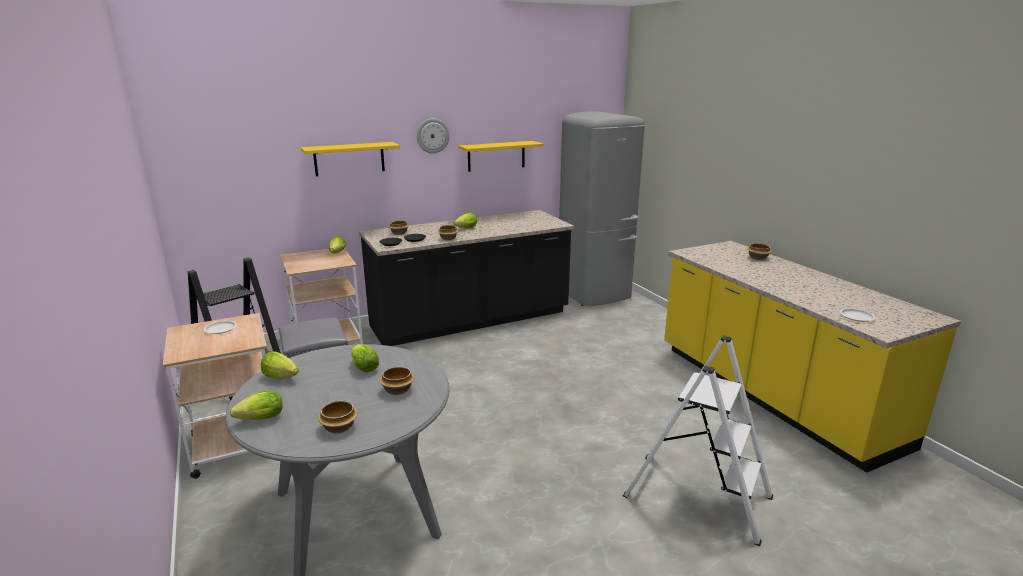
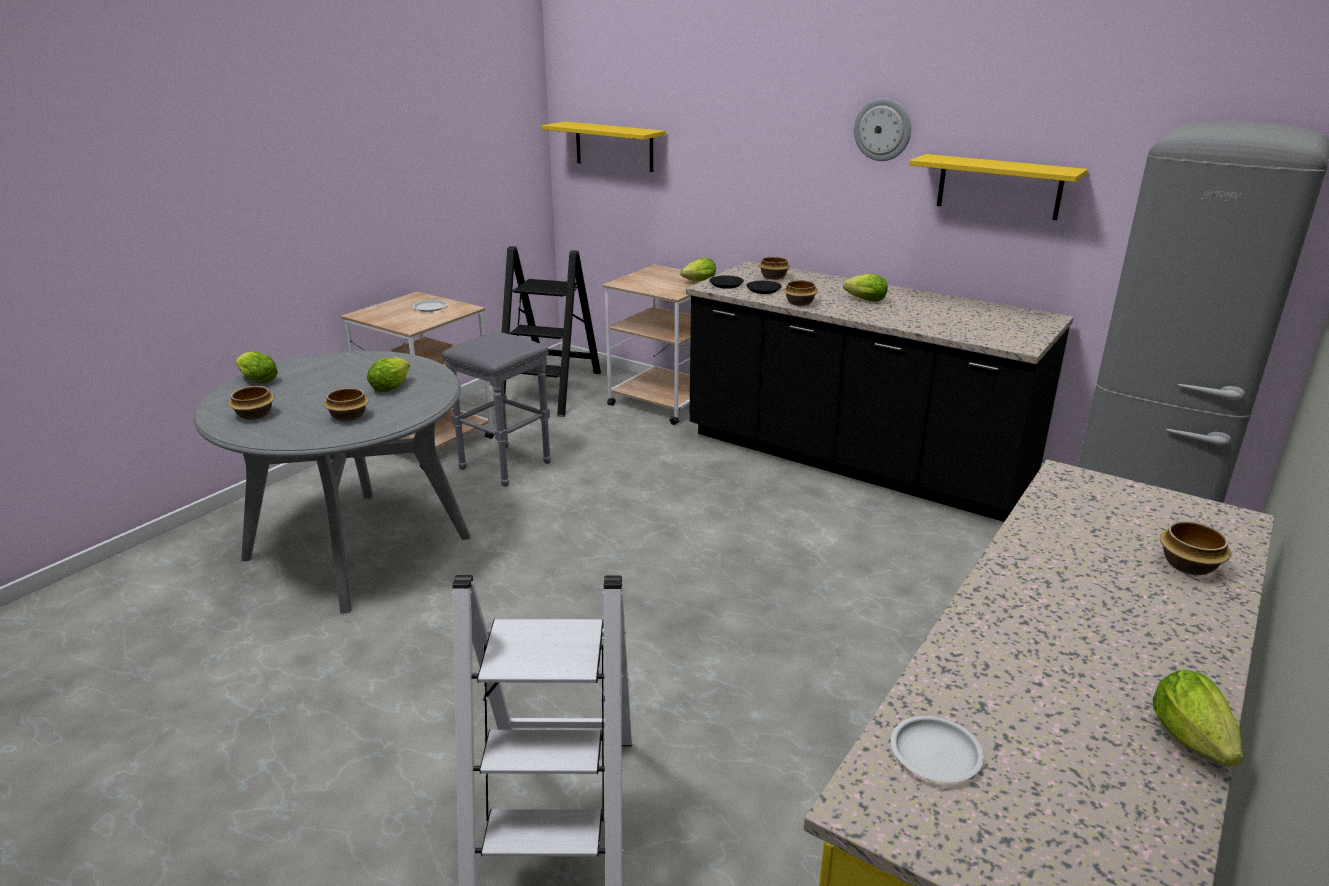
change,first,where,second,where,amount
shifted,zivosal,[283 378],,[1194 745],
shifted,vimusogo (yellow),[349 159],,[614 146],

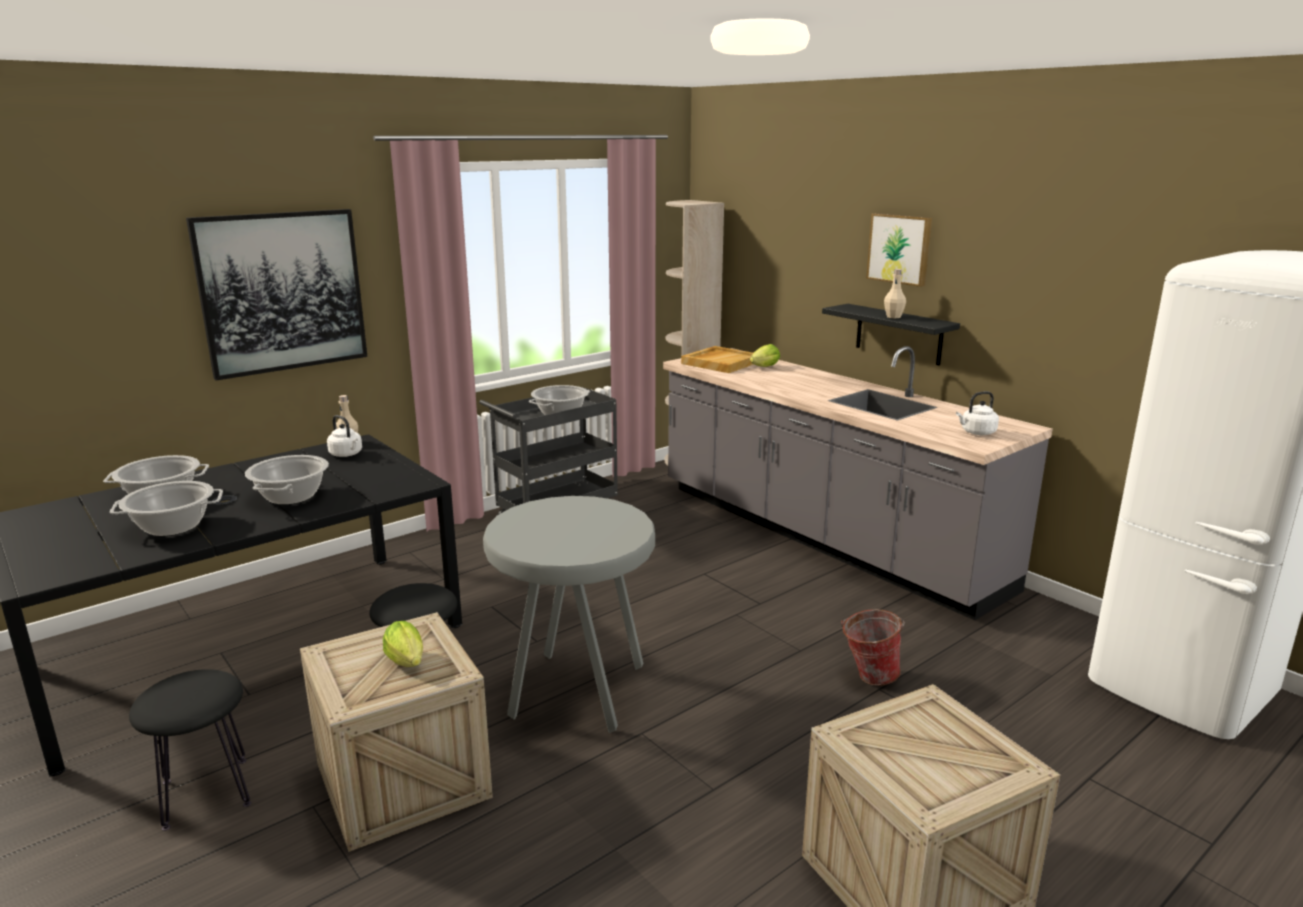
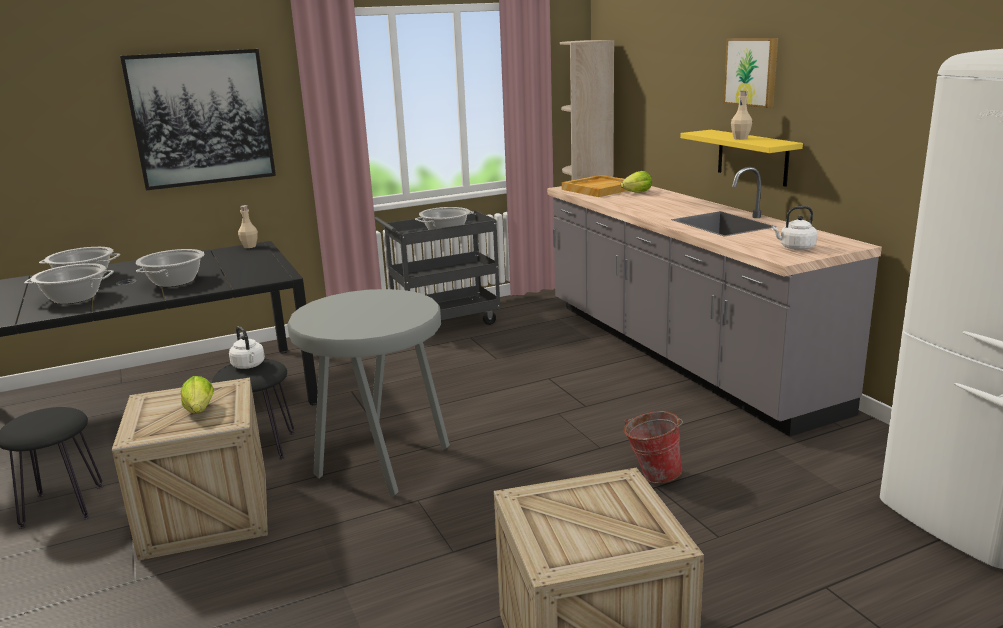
change,first,where,second,where,amount
shifted,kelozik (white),[347 454],,[249 366],
repainted,vimusogo (black),[898 334],vimusogo (yellow),[752 157],

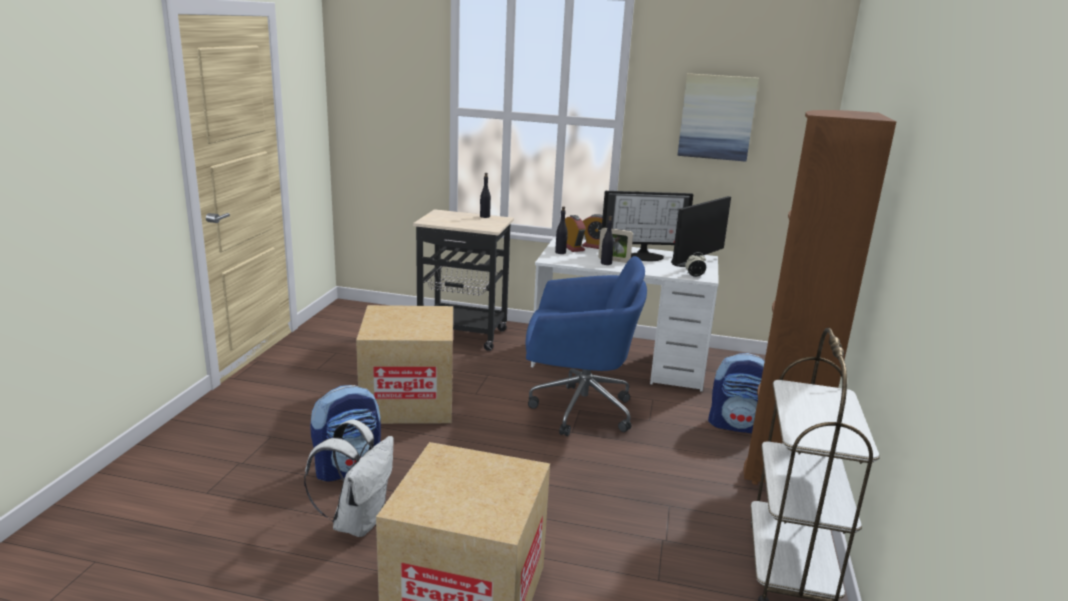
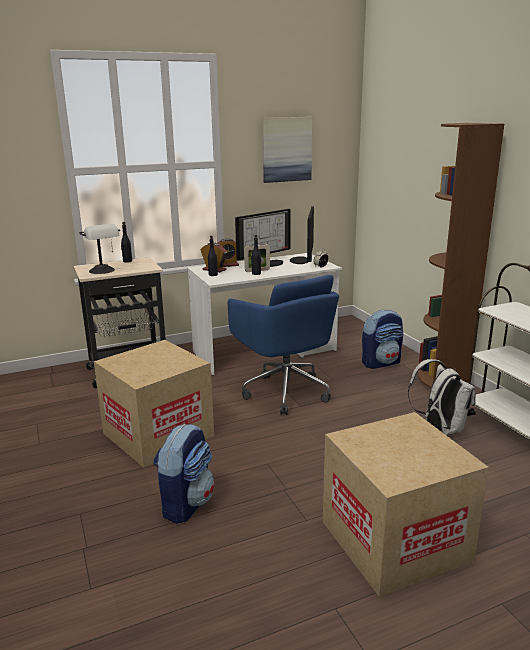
change,first,where,second,where,amount
shifted,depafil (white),[358 521],,[440 428],
rotated,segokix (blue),[577 411],,[283 391],90 degrees clockwise
new,,,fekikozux,[104 271],

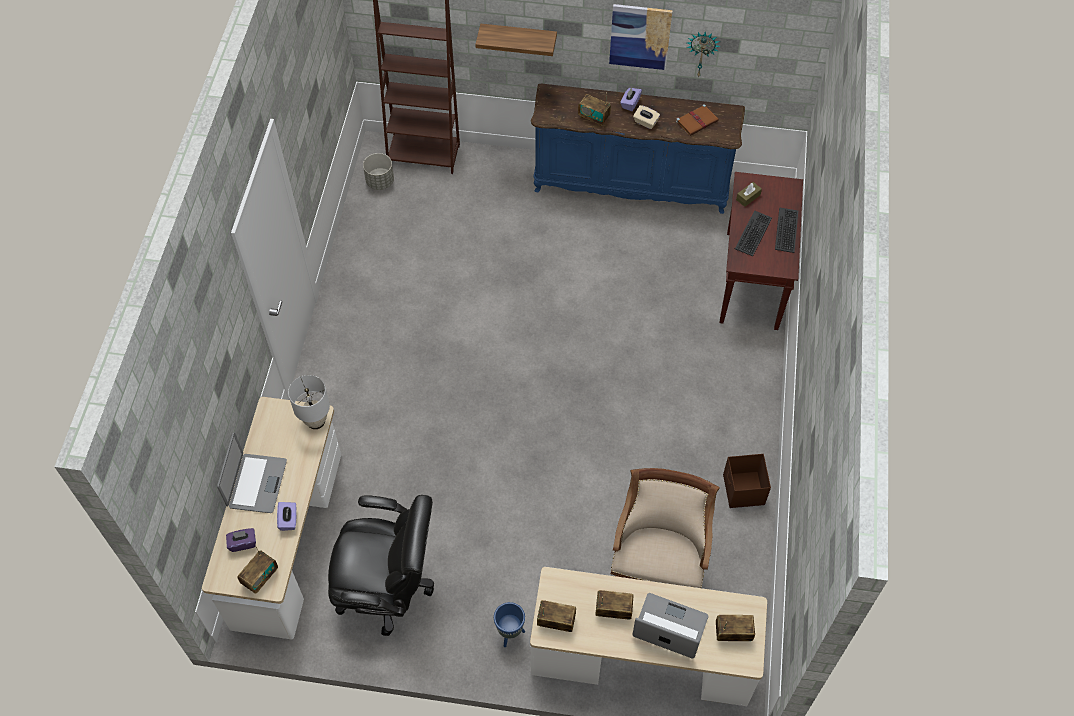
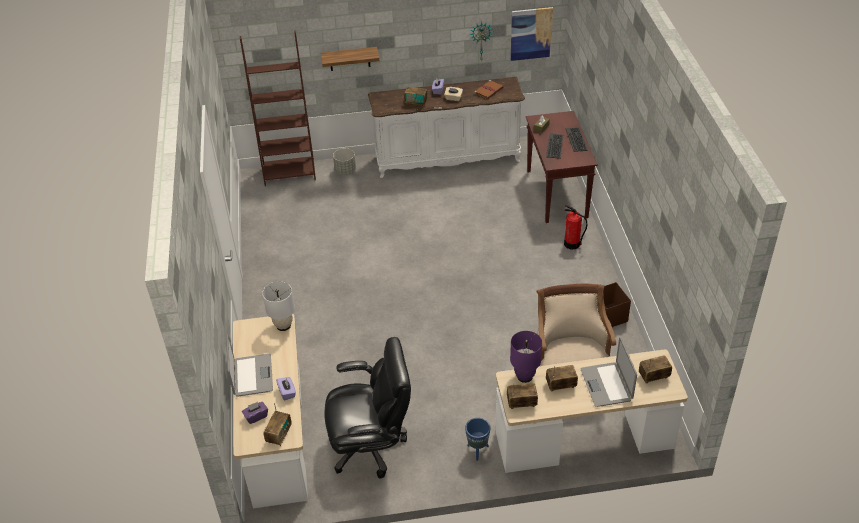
change,first,where,second,where,amount
shifted,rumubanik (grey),[380 181],,[345 170],
repainted,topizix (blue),[631 185],topizix (white),[448 159],
shifted,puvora,[640 36],,[531 33],
rotated,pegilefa,[670 627],,[606 385],105 degrees counterclockwise
new,,,fekikozux (purple),[525 376],
new,,,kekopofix,[572 244],

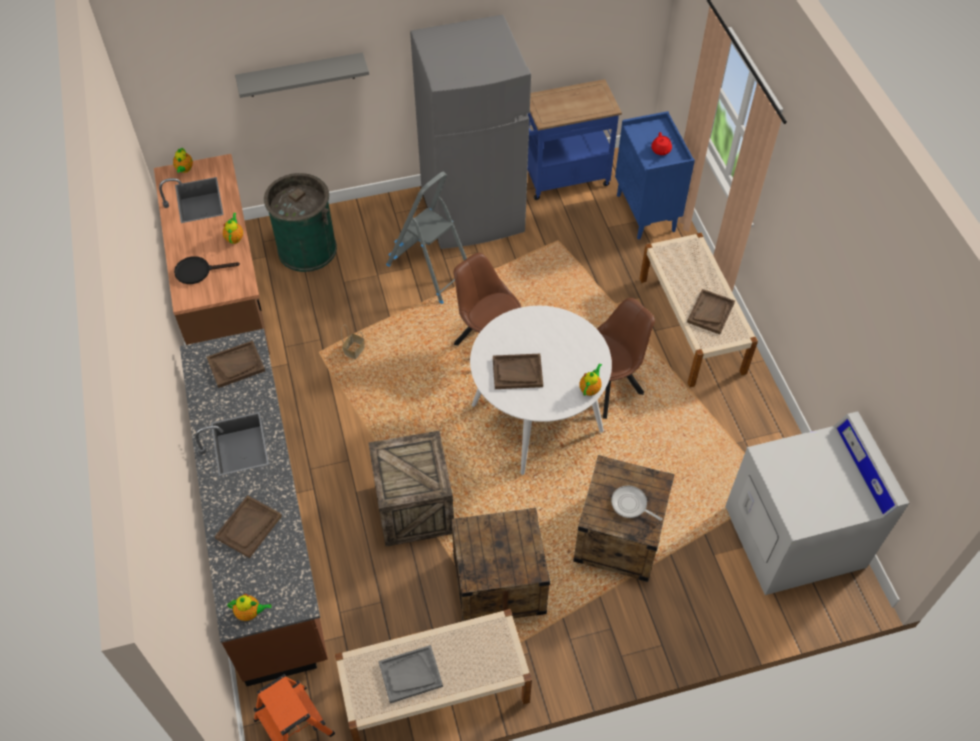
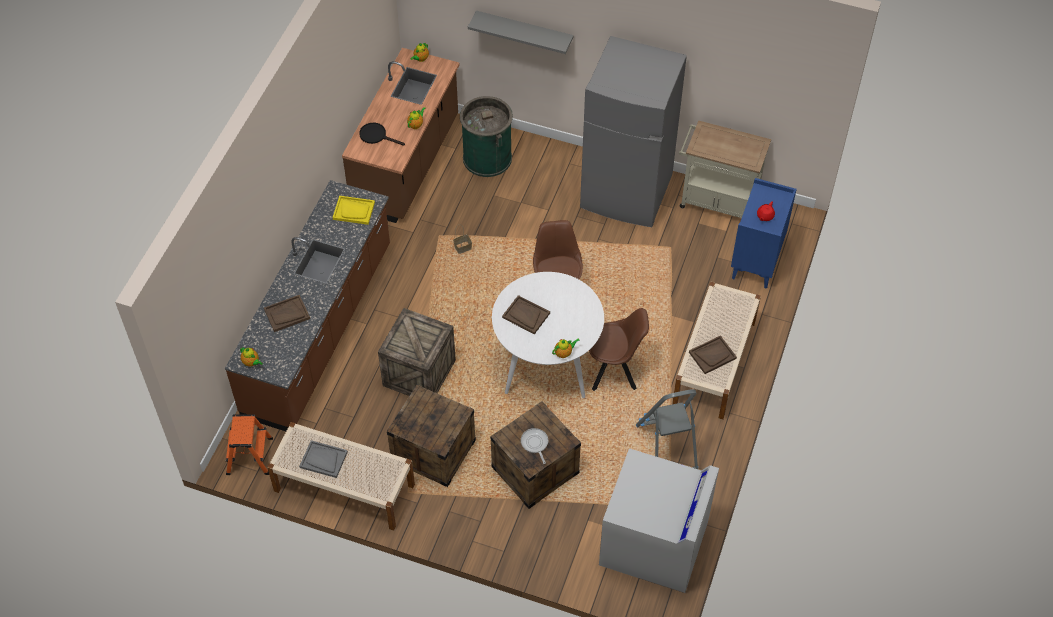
change,first,where,second,where,amount
repainted,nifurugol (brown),[236 365],nifurugol (yellow),[354 211],
shifted,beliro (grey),[429 270],,[666 449],
repainted,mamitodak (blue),[562 178],mamitodak (beige),[716 201],

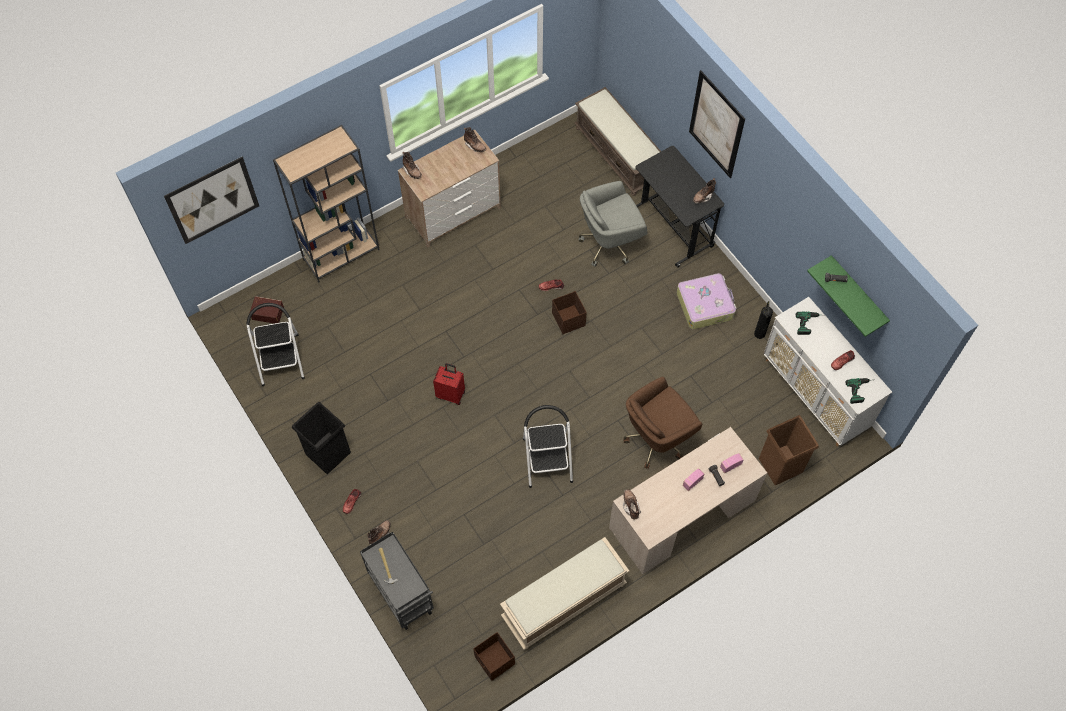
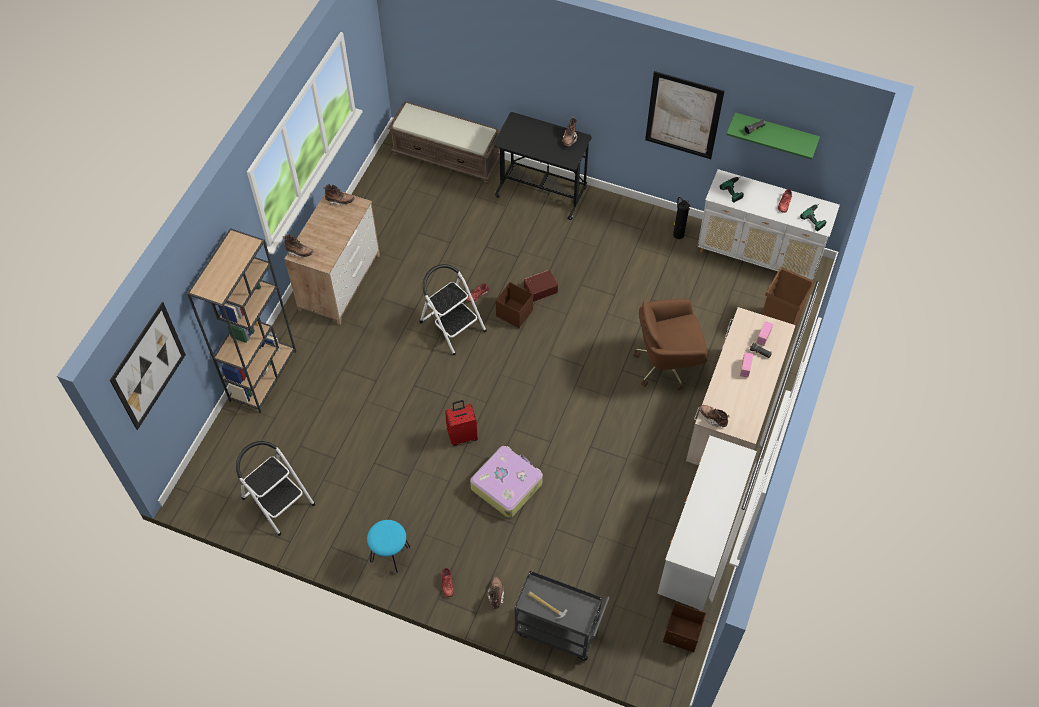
change,first,where,second,where,amount
shifted,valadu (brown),[268 312],,[540 289],
swapped,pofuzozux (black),[328 452],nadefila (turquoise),[390 555],
swapped,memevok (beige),[563 602],topizix (white),[699 546],
shifted,beliro,[547 458],,[451 325],
gone,segokix (grey),[609 244],,,
rotated,segokix (brown),[657 439],,[666 365],60 degrees clockwise
shifted,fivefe,[705 305],,[506 485],
shifted,puvora,[716 125],,[683 116],

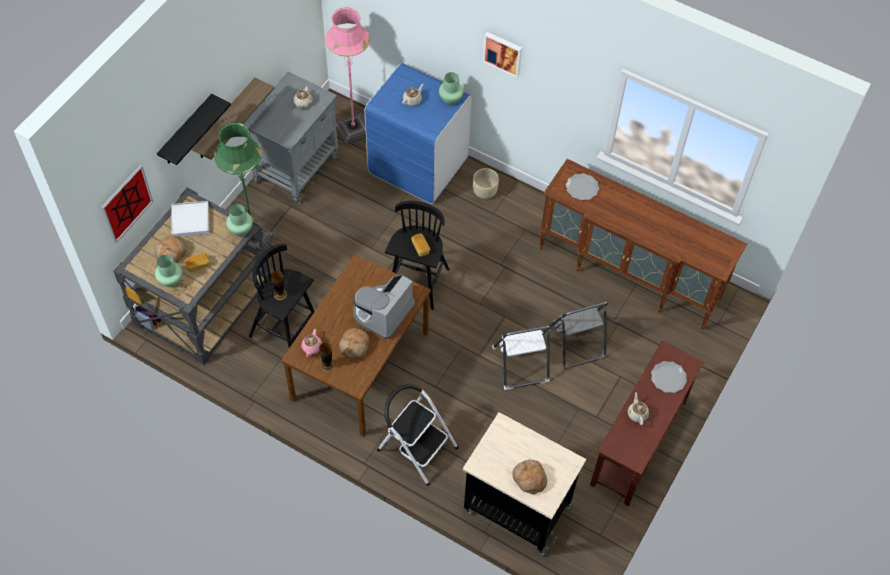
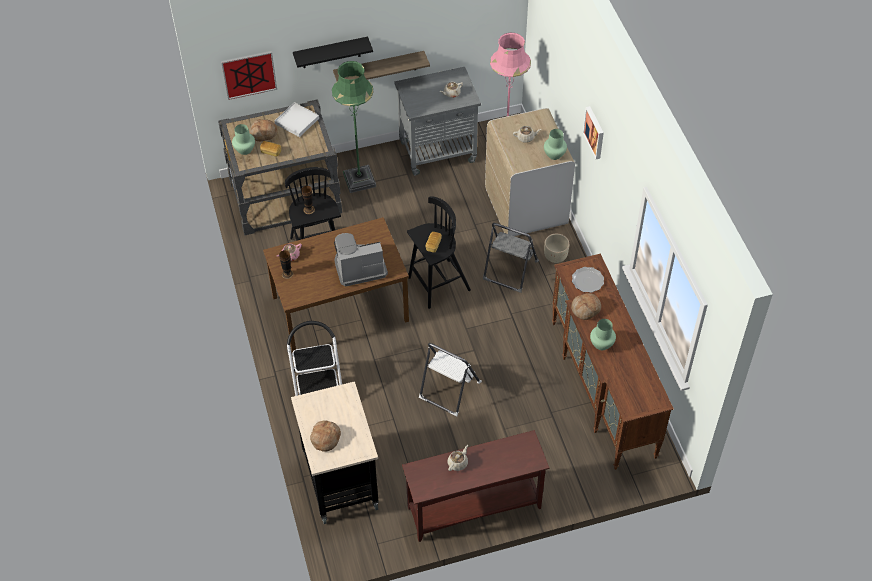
change,first,where,second,where,amount
shifted,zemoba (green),[241 230],,[601 344],
shifted,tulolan,[354 346],,[586 309],
repainted,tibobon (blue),[418 165],tibobon (beige),[526 206],
shifted,beliro (grey),[576 344],,[509 271],
gone,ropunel,[668 378],,,

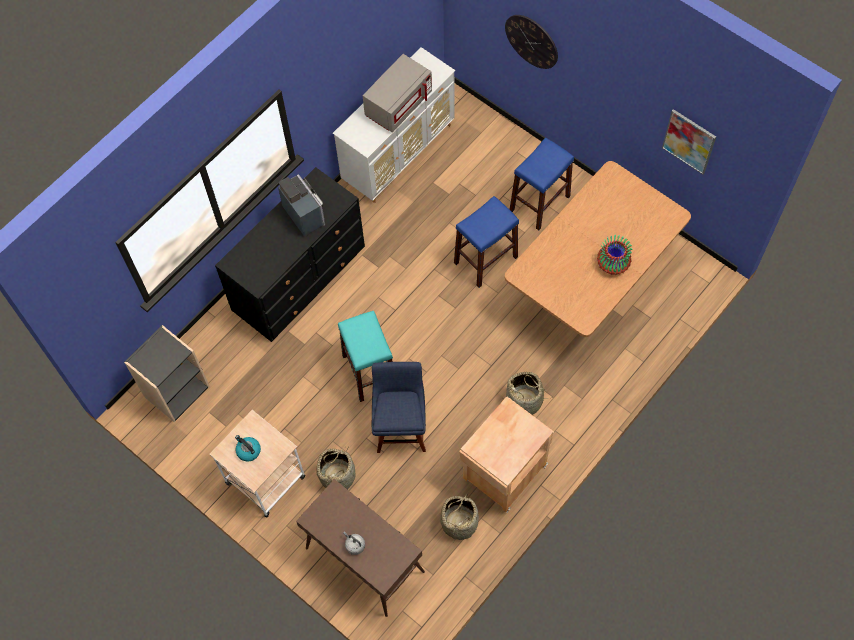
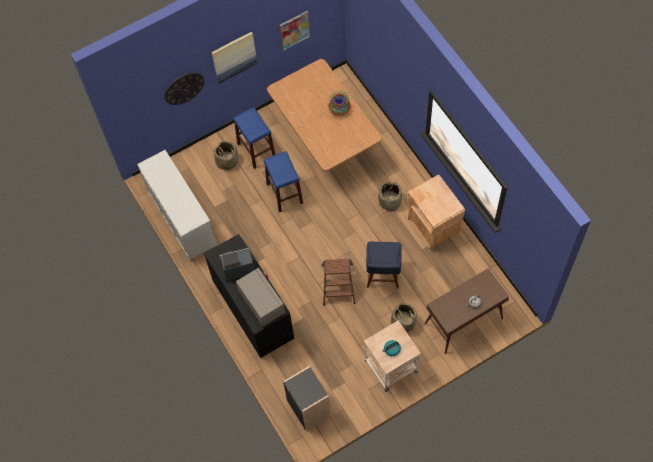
change,first,where,second,where,amount
swapped,nadefila (turquoise),[369 371],beliro (brown),[338 284],
shifted,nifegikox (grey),[398 104],,[261 302],
rotated,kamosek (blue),[401 427],,[383 276],105 degrees counterclockwise
shifted,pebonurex,[459 522],,[227 161],
new,,,puvora,[234 56],

